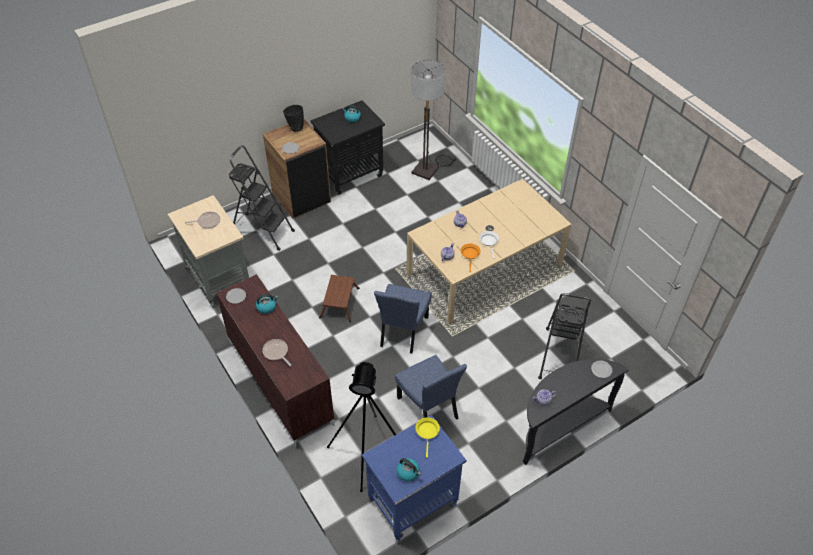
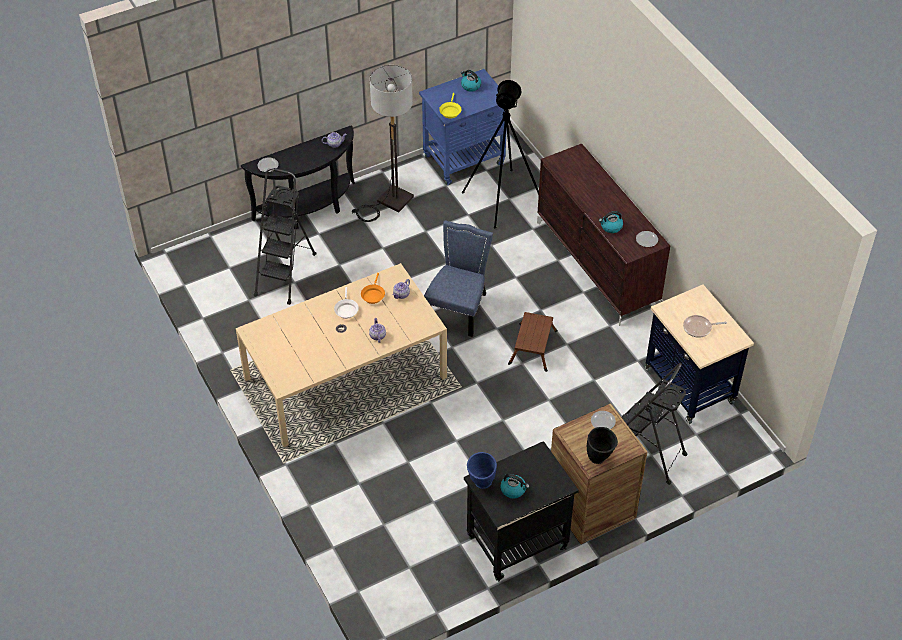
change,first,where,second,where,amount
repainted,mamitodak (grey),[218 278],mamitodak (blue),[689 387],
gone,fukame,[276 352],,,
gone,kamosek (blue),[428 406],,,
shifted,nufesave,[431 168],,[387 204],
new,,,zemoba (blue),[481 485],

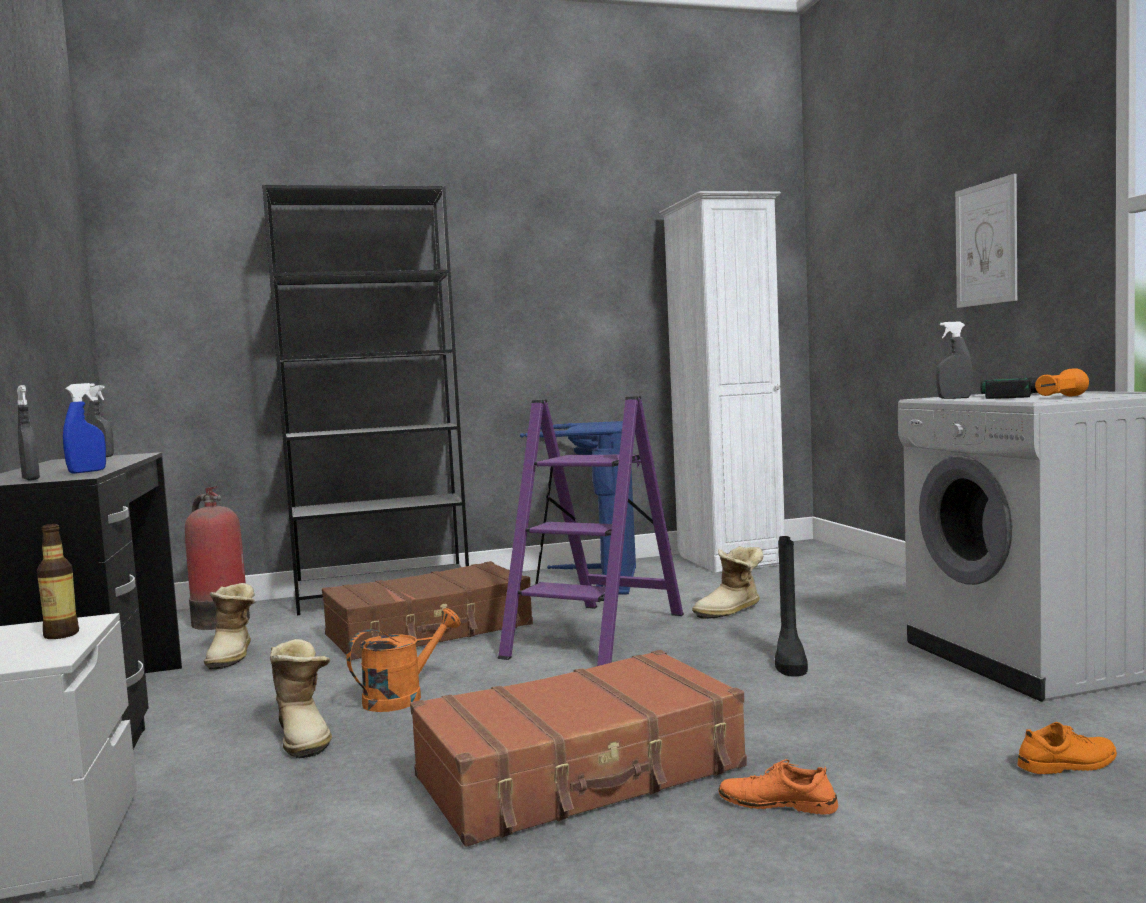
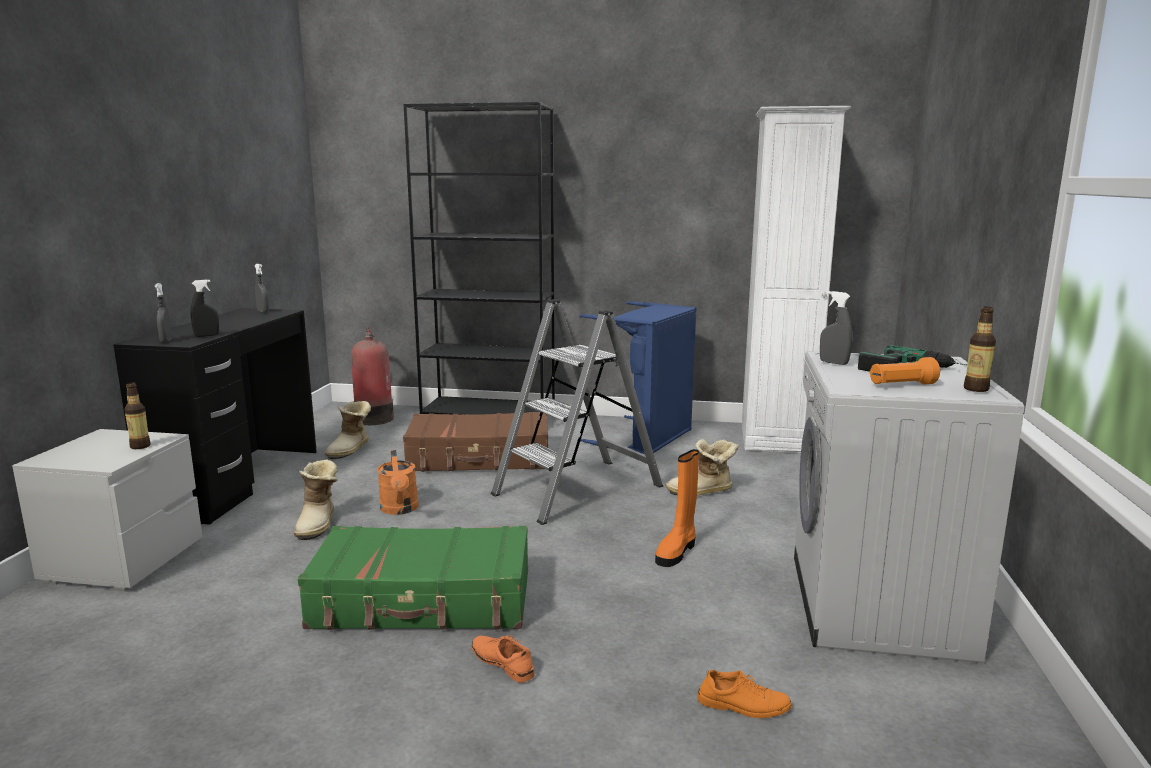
change,first,where,second,where,amount
repainted,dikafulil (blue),[87 471],dikafulil (black),[206 335],
rotated,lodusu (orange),[402 697],,[400 510],90 degrees clockwise
repainted,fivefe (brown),[581 773],fivefe (green),[423 600],
repainted,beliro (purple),[598 634],beliro (grey),[579 489],
repainted,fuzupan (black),[790 662],fuzupan (orange),[676 552],
gone,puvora,[986 244],,,
new,,,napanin,[976 389],

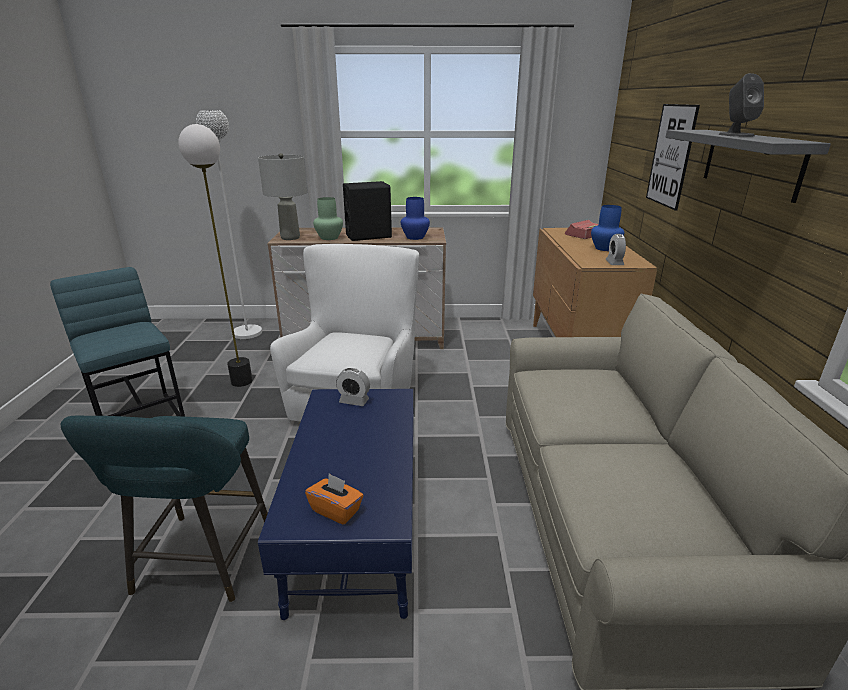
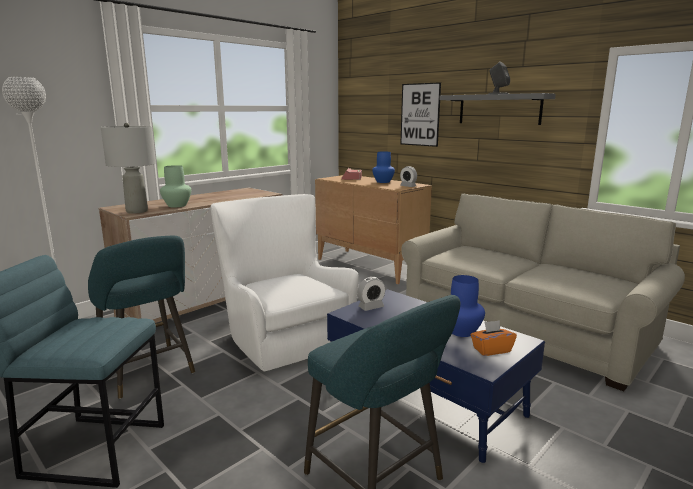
change,first,where,second,where,amount
swapped,nufesave,[241 381],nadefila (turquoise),[149 373],
gone,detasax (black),[369 236],,,
shifted,zemoba (blue),[414 237],,[461 331],

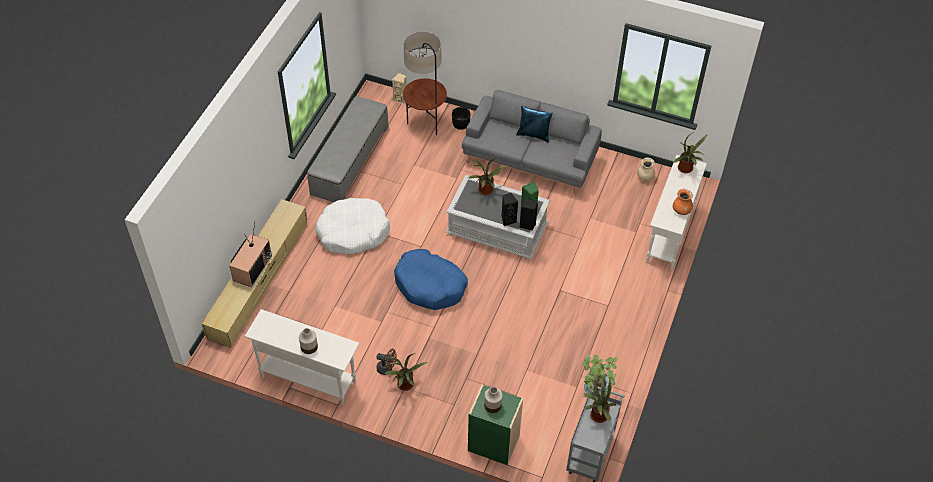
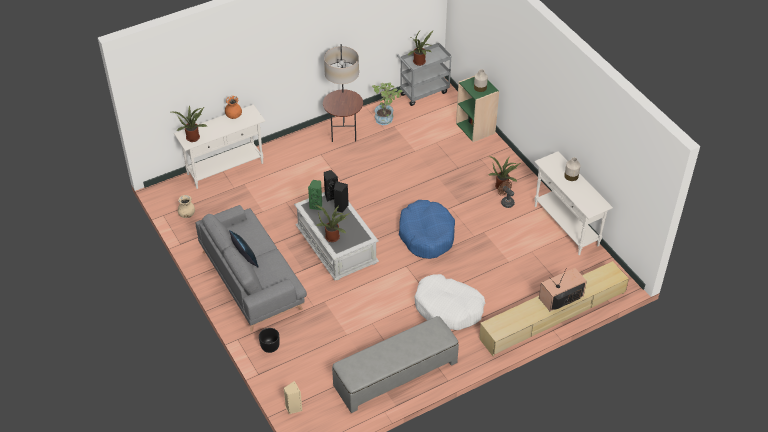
change,first,where,second,where,amount
shifted,nufesave,[425 125],,[344 133],

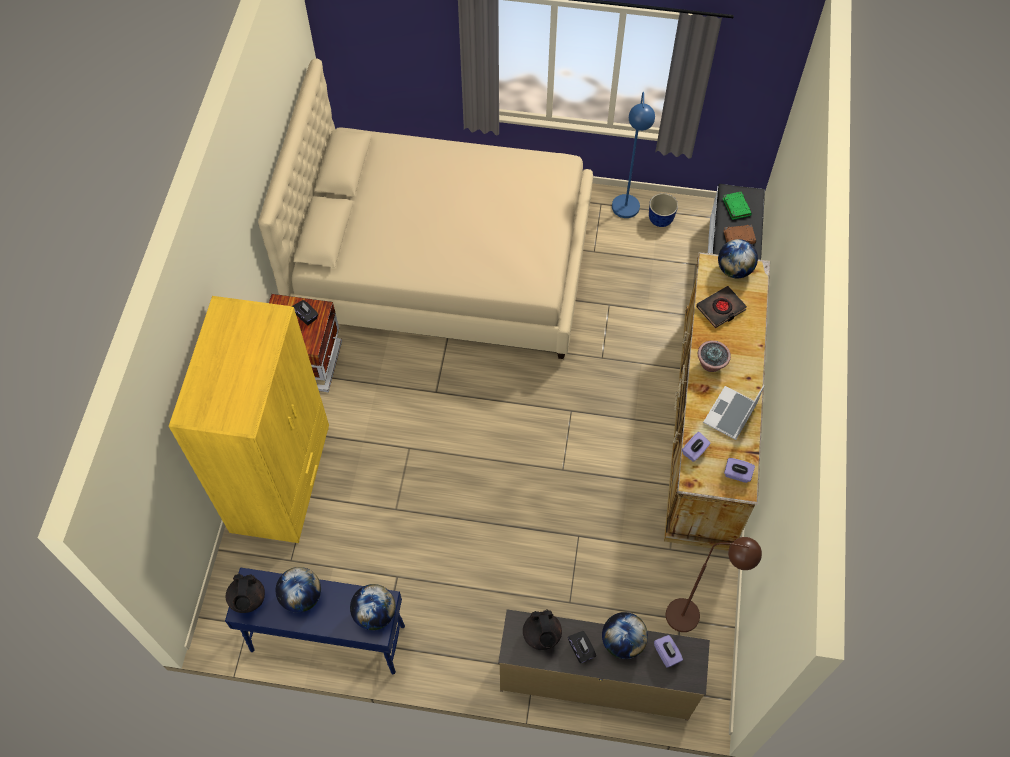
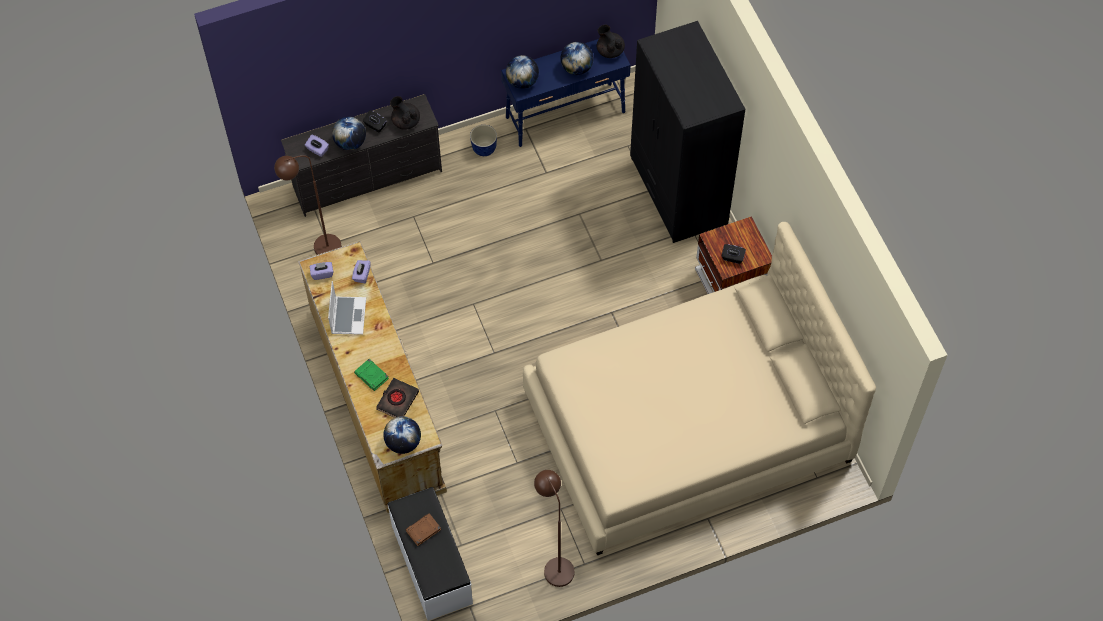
change,first,where,second,where,amount
repainted,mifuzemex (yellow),[282 479],mifuzemex (black),[678 192],
repainted,nufesave (blue),[625 214],nufesave (brown),[554 564],
shifted,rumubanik,[660 220],,[484 148],
gone,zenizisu,[711 364],,,
shifted,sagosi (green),[736 206],,[372 376],

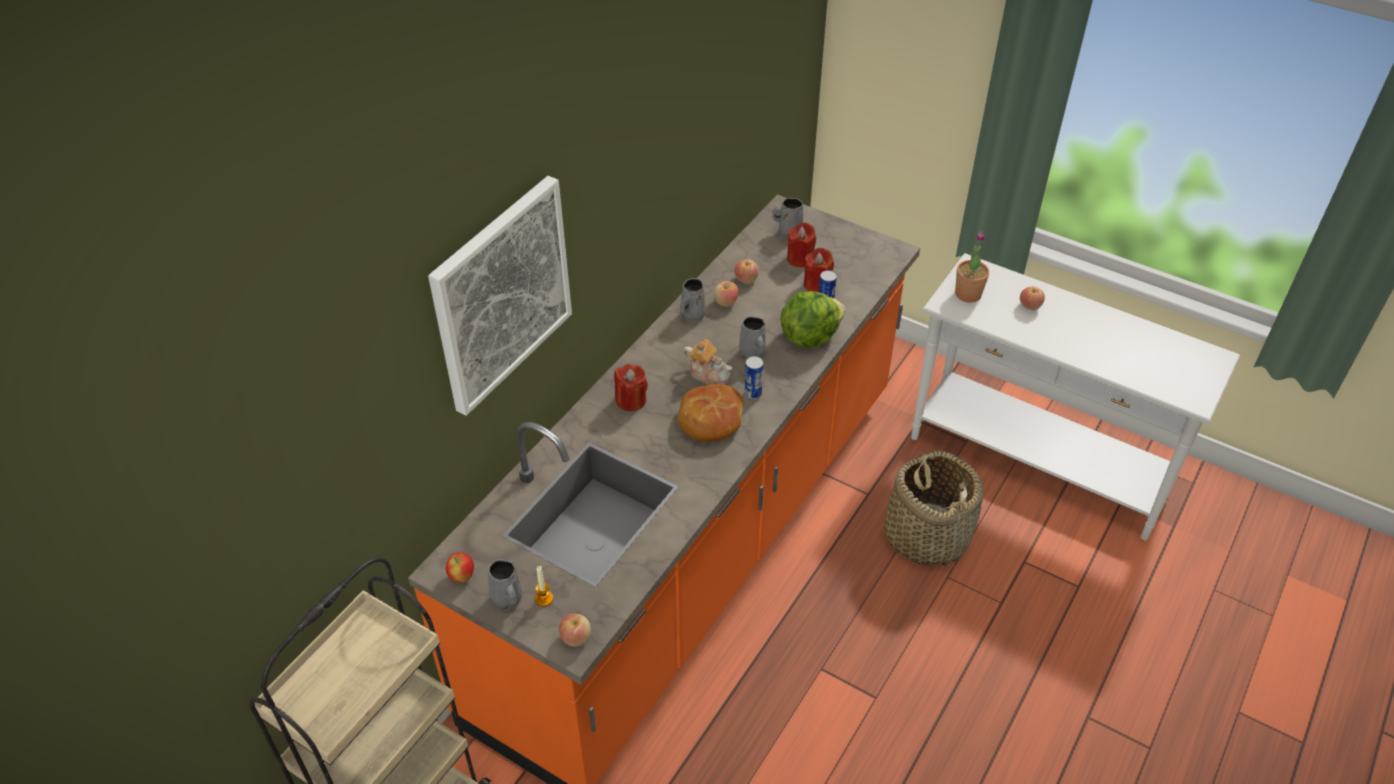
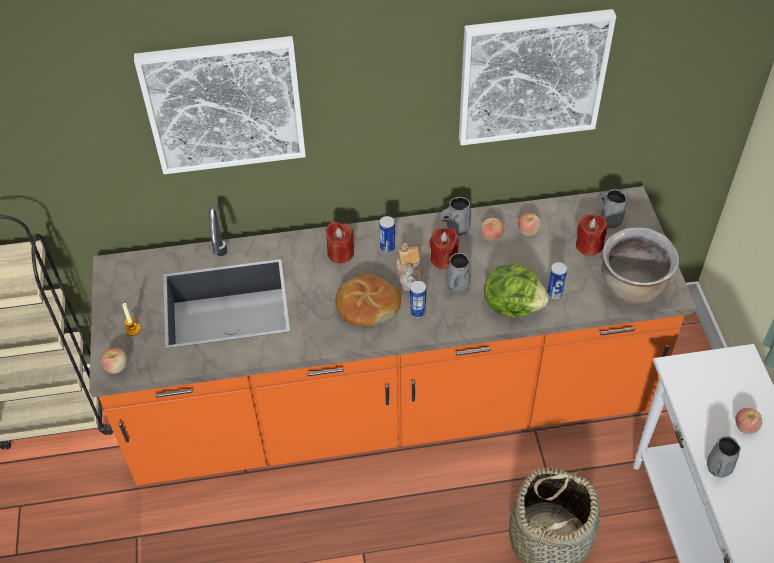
change,first,where,second,where,amount
gone,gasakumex,[462 577],,,
shifted,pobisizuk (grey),[507 599],,[718 468],
shifted,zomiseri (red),[817 284],,[443 259],
gone,zenizisu,[968 294],,,
new,,,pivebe,[387 248],
new,,,puvora,[532 76],
new,,,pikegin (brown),[632 289],

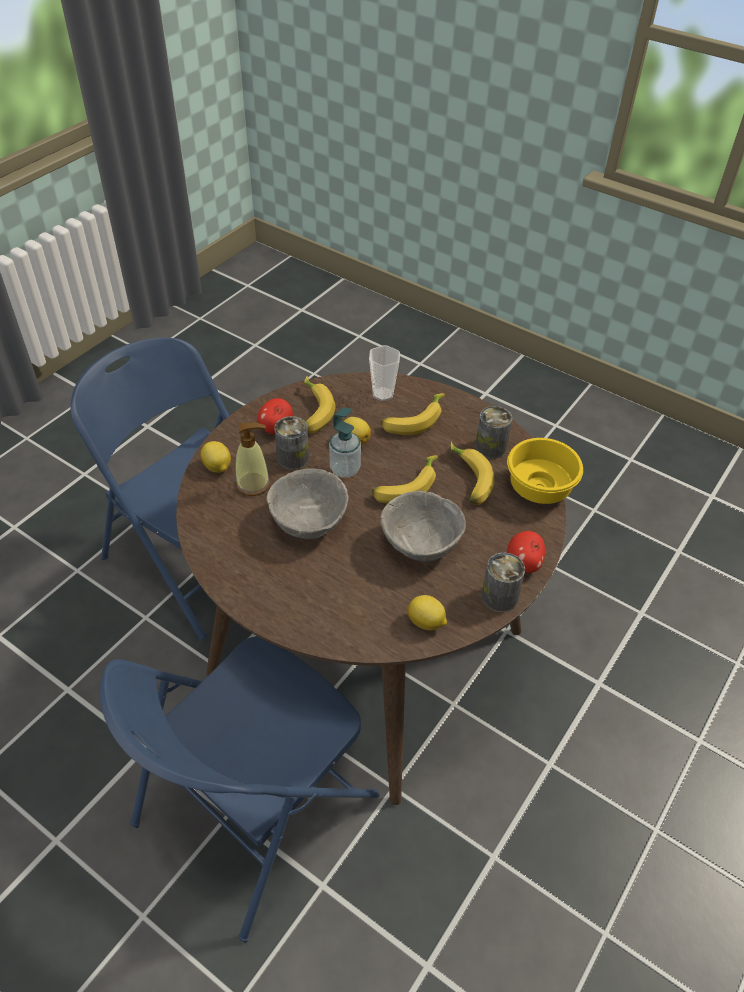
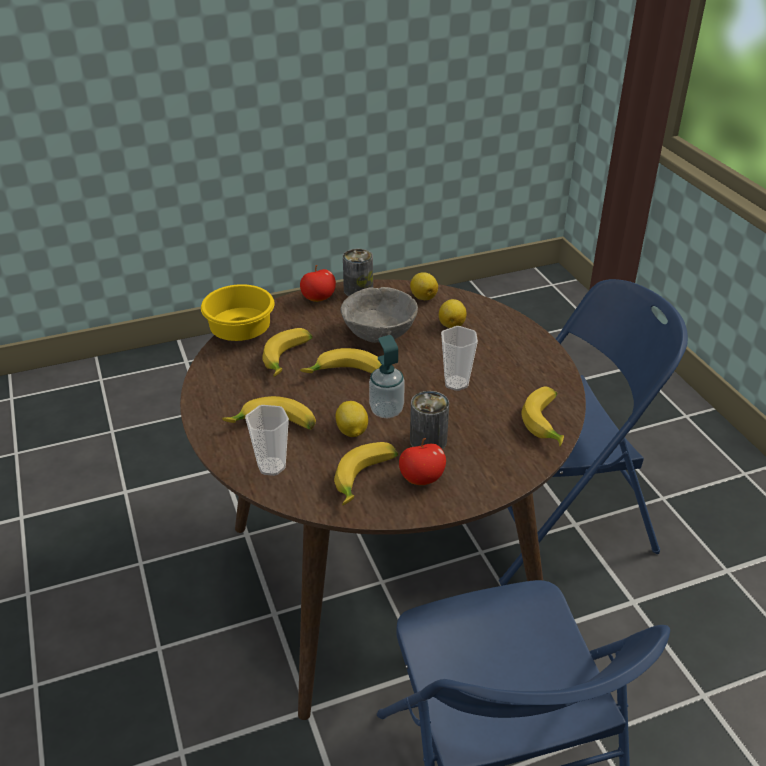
change,first,where,second,where,amount
shifted,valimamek,[217 467],,[452 325],
gone,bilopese,[253 484],,,
swapped,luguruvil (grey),[309 522],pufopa,[456 383],
gone,pivebe,[490 447],,,
new,,,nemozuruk,[548 423],

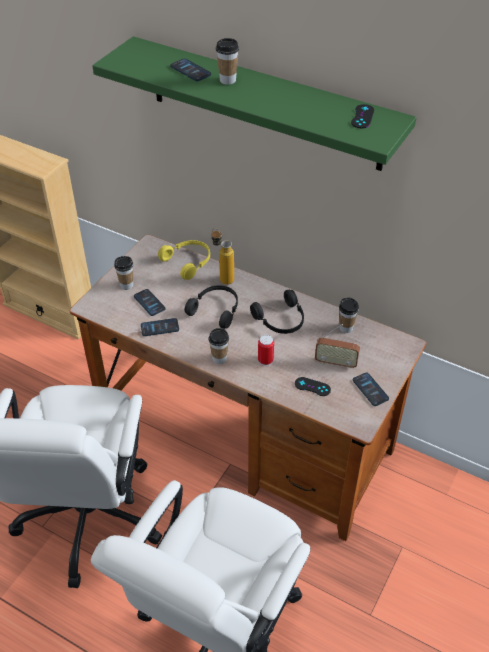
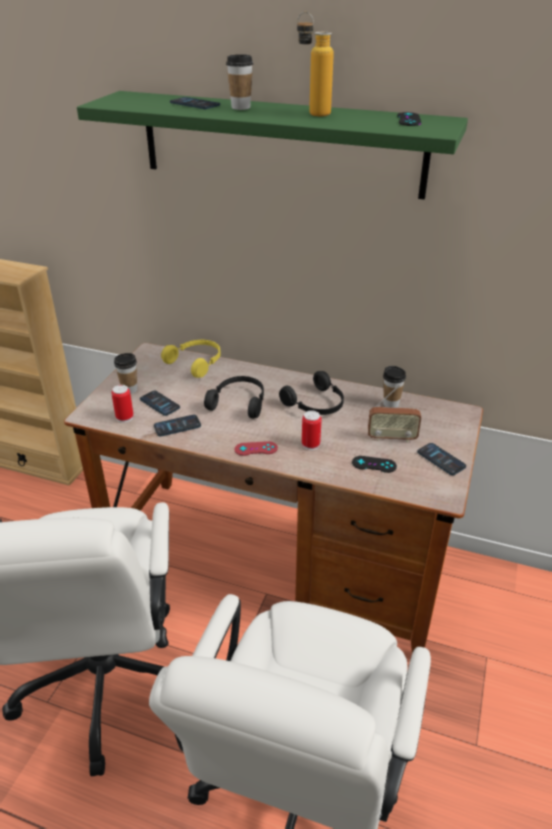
change,first,where,second,where,amount
swapped,pufopa,[219 358],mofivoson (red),[256 449],
shifted,napanin,[222 277],,[312 113],
new,,,pivebe,[124 417],

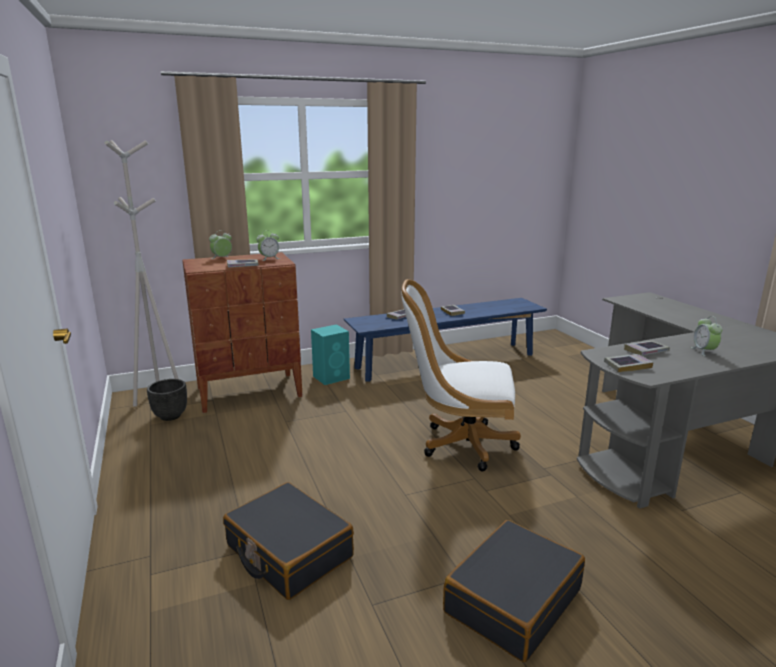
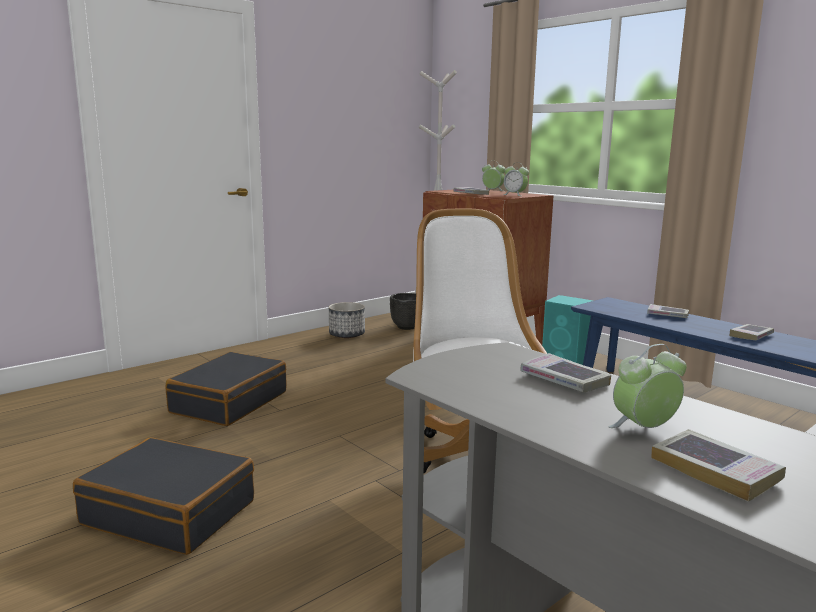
change,first,where,second,where,amount
shifted,sagosi,[627 366],,[715 471],
new,,,rumubanik,[347 334],

